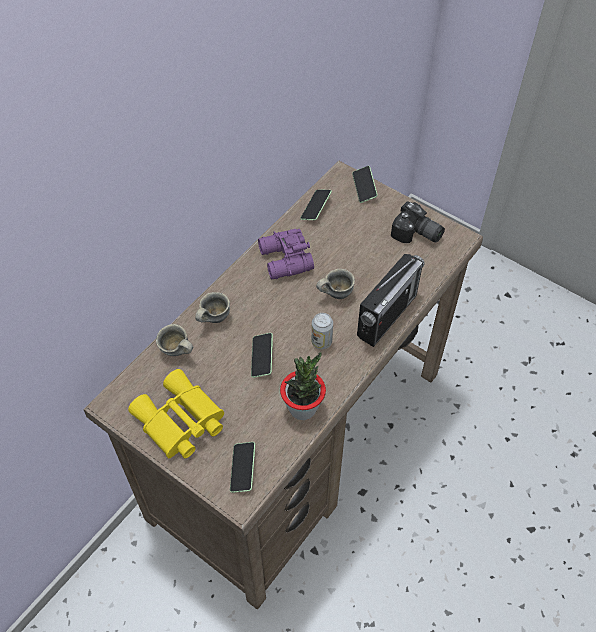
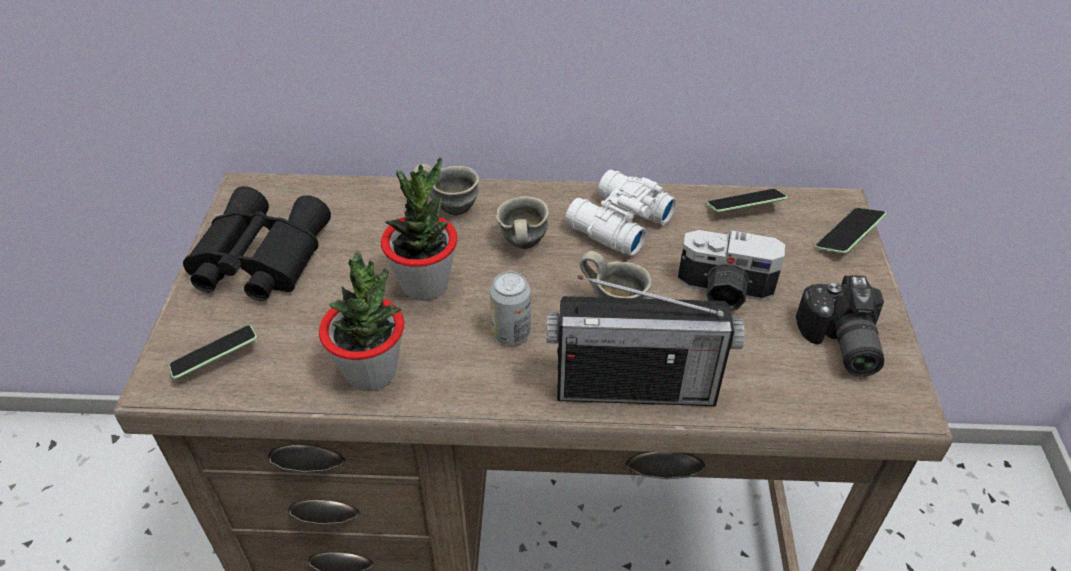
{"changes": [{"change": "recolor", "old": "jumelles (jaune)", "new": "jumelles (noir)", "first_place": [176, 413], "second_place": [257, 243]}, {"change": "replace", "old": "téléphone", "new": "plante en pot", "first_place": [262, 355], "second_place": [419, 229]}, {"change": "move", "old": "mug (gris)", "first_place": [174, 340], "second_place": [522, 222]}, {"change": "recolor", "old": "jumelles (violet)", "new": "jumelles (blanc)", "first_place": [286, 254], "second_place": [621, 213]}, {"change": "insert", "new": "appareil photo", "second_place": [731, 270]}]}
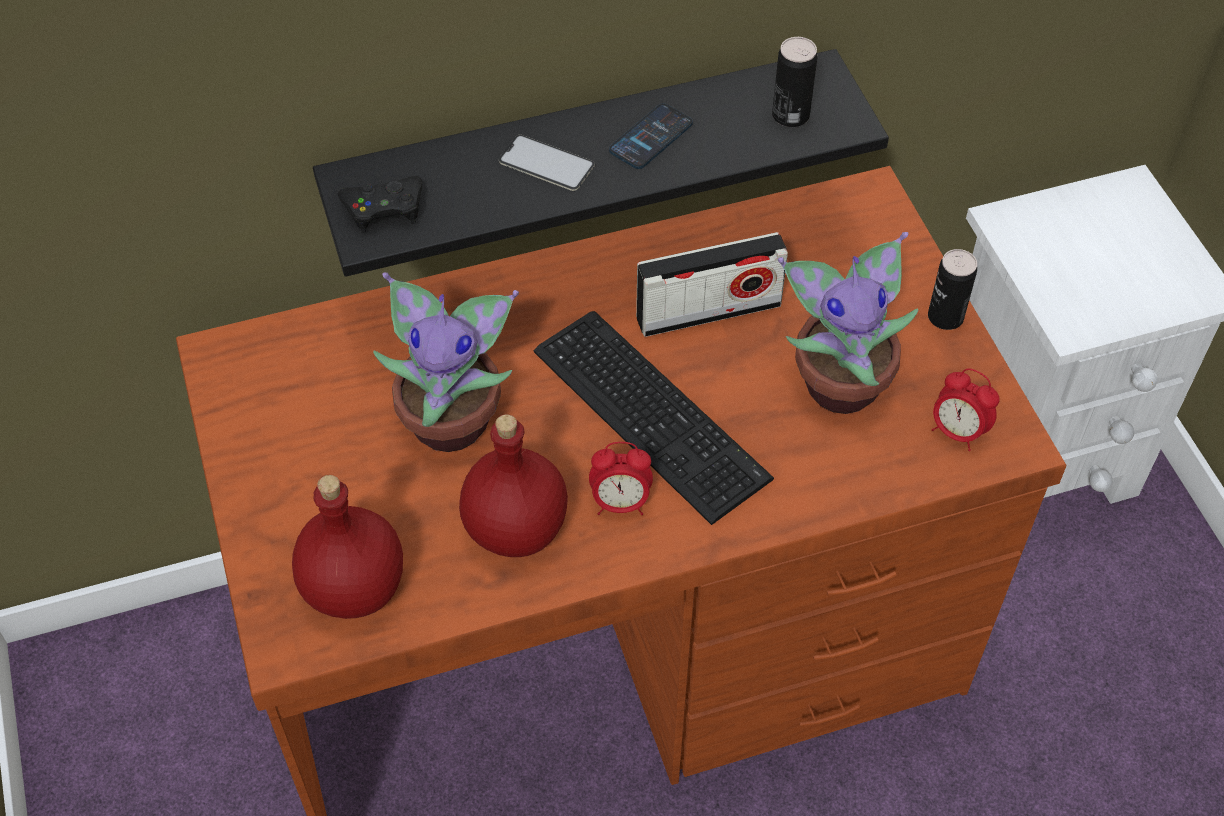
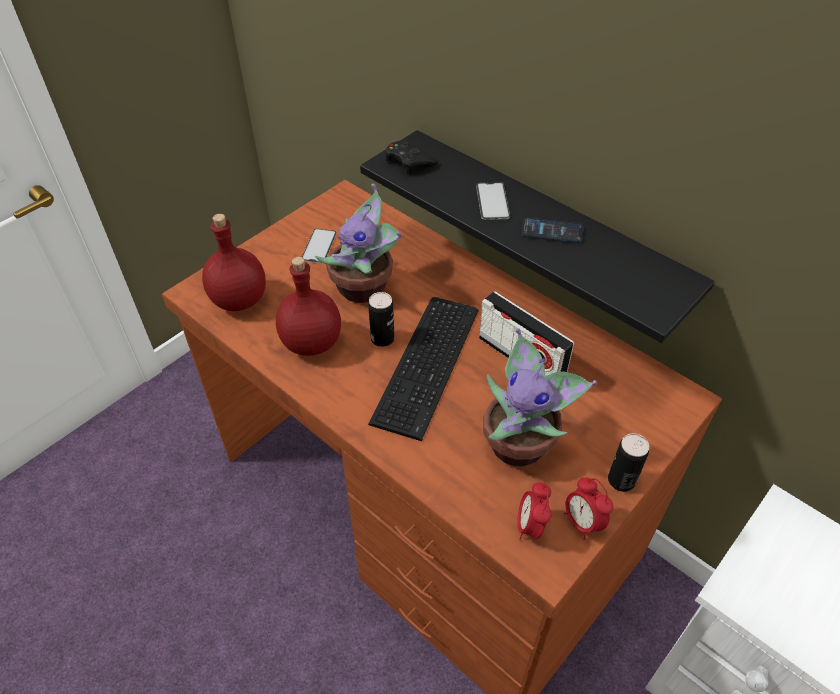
{"changes": [{"change": "insert", "new": "téléphone", "second_place": [319, 246]}, {"change": "move", "old": "boîte métallique", "first_place": [795, 82], "second_place": [381, 319]}, {"change": "move", "old": "réveil", "first_place": [621, 478], "second_place": [588, 509]}]}
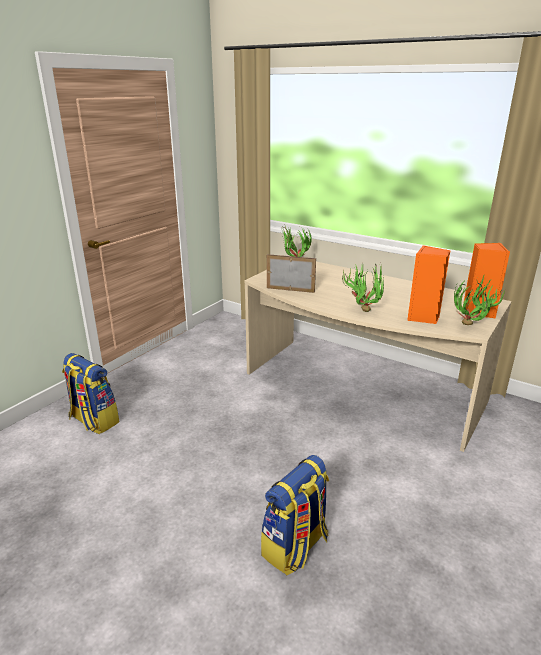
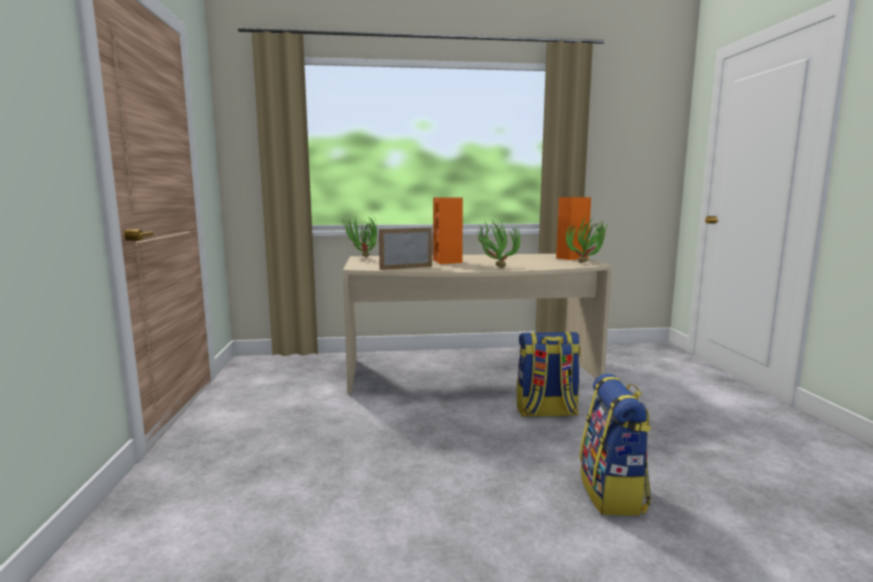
{"changes": [{"change": "move", "old": "enceinte (orange)", "first_place": [428, 284], "second_place": [448, 230]}, {"change": "move", "old": "sac à dos", "first_place": [90, 393], "second_place": [549, 374]}]}
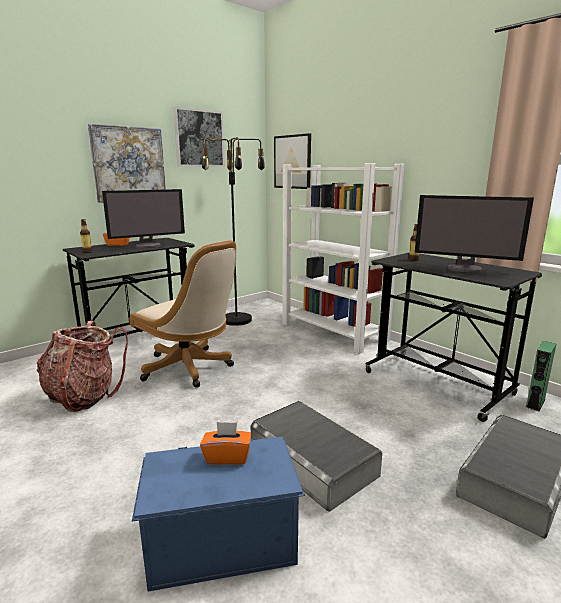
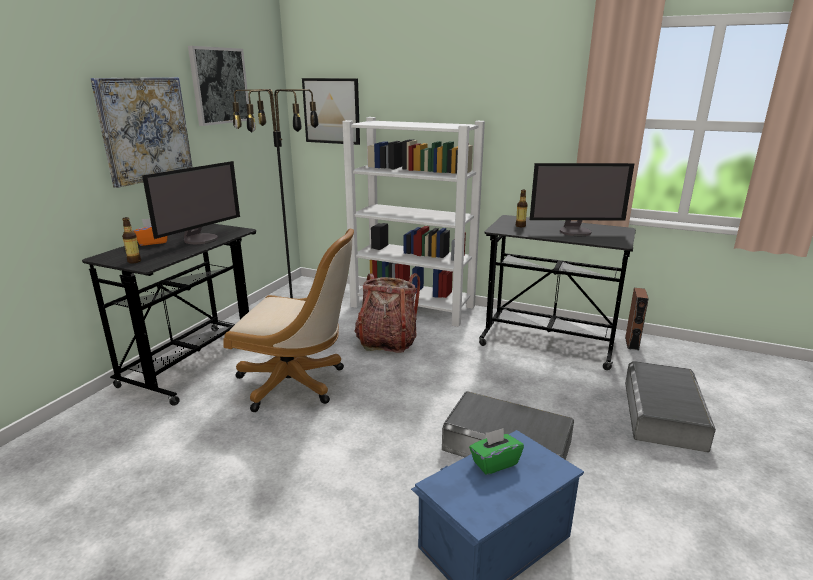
{"changes": [{"change": "move", "old": "sac à dos", "first_place": [82, 366], "second_place": [387, 313]}, {"change": "recolor", "old": "boîte à mouchoirs (orange)", "new": "boîte à mouchoirs (vert)", "first_place": [225, 443], "second_place": [496, 451]}, {"change": "recolor", "old": "enceinte (vert)", "new": "enceinte (marron)", "first_place": [541, 376], "second_place": [637, 319]}]}
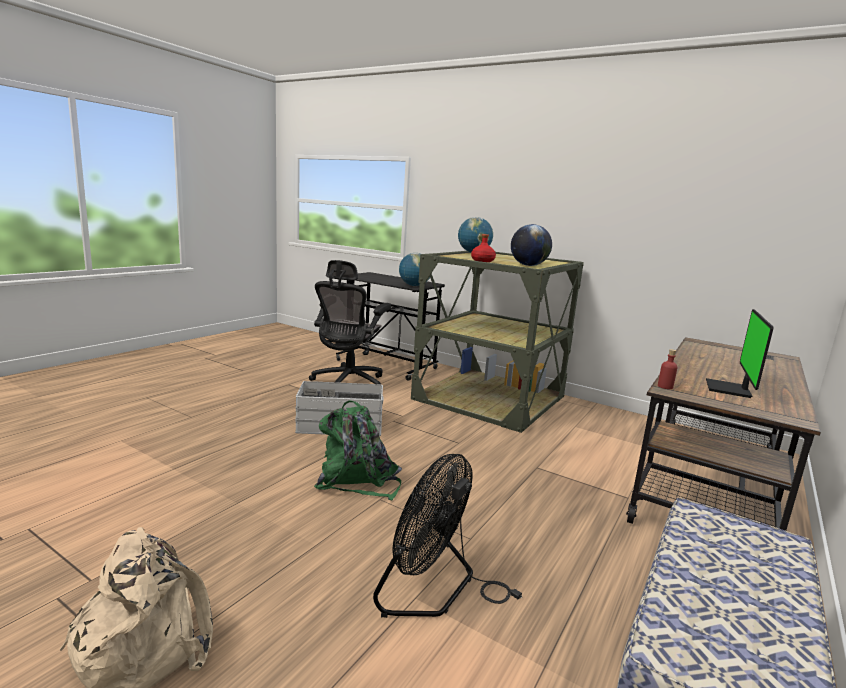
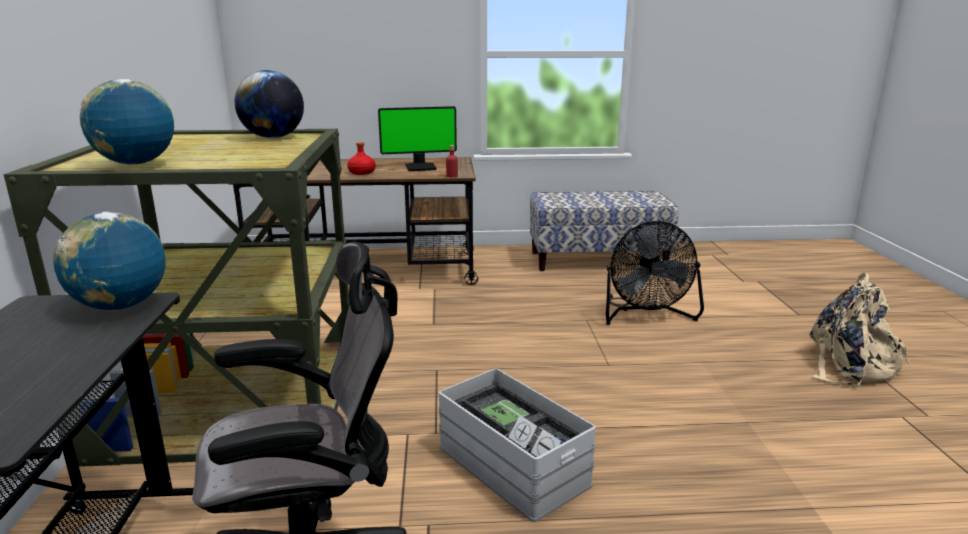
{"changes": [{"change": "move", "old": "bouteille (rouge)", "first_place": [483, 248], "second_place": [361, 158]}, {"change": "delete", "old": "sac à dos (vert)", "first_place": [358, 450]}]}
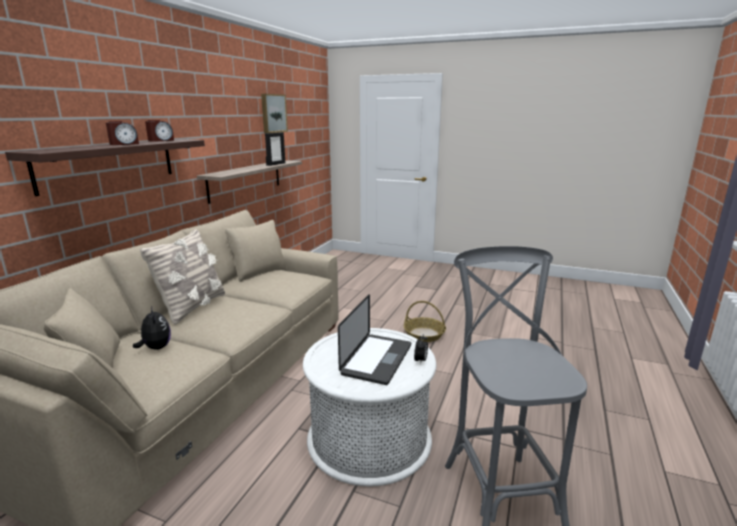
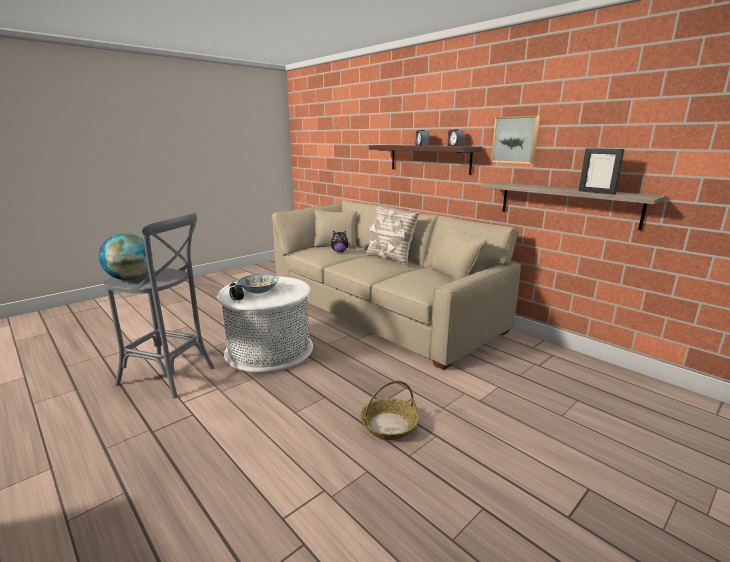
{"changes": [{"change": "insert", "new": "globe", "second_place": [123, 256]}, {"change": "replace", "old": "ordinateur portable", "new": "bol", "first_place": [374, 339], "second_place": [258, 284]}, {"change": "move", "old": "tableau", "first_place": [274, 113], "second_place": [515, 139]}]}
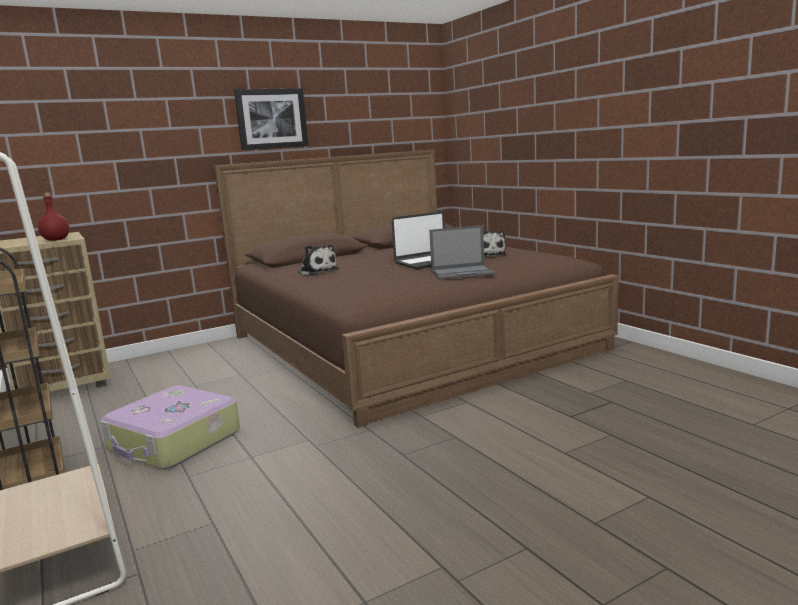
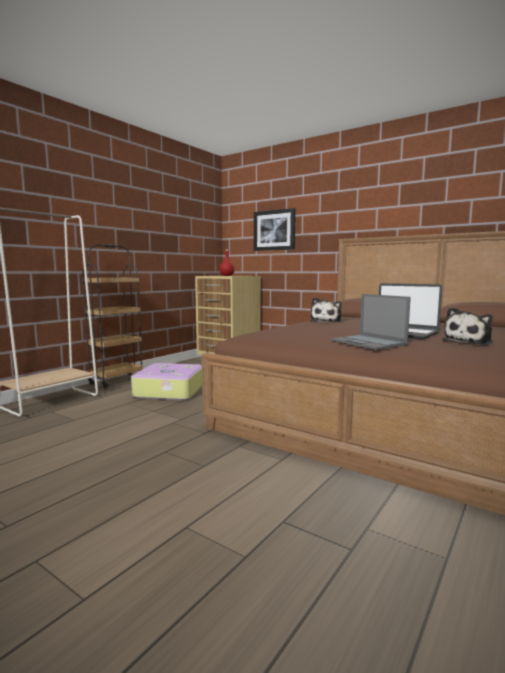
{"changes": [{"change": "move", "old": "tableau", "first_place": [271, 119], "second_place": [274, 229]}]}
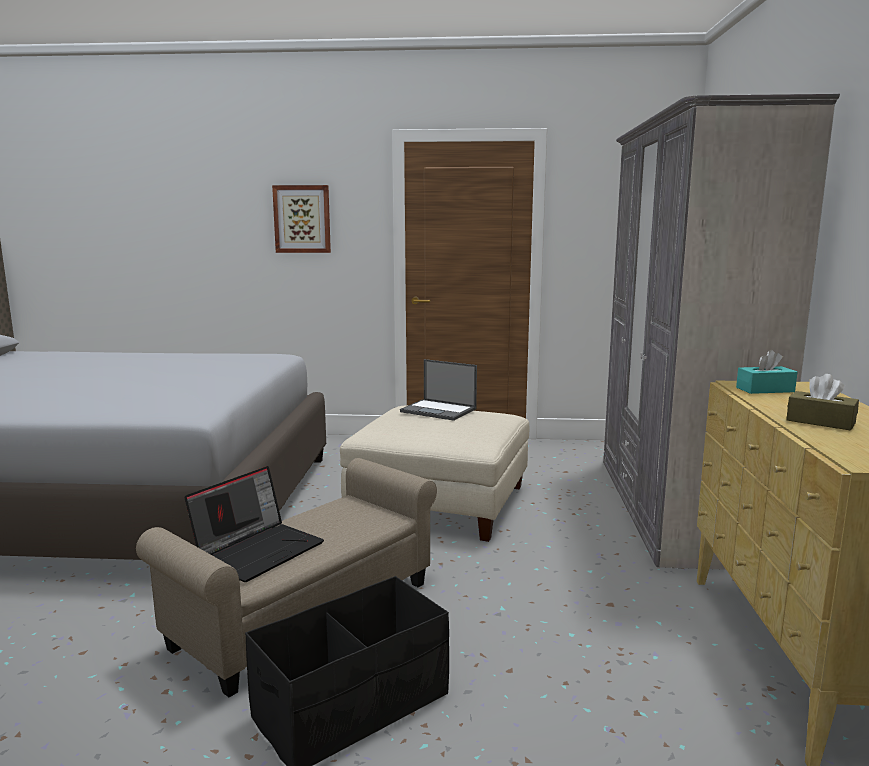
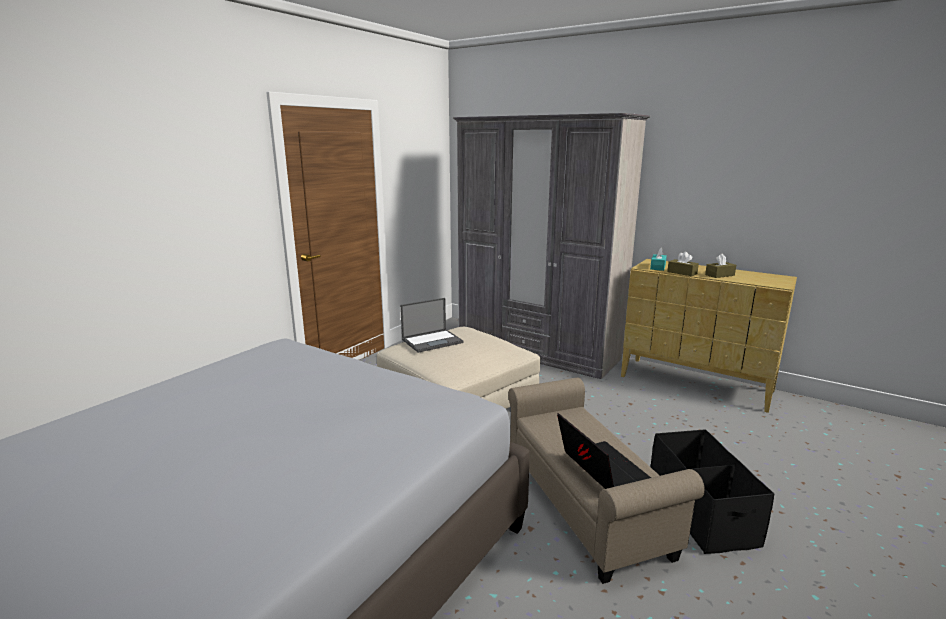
{"changes": [{"change": "insert", "new": "boîte à mouchoirs (marron)", "second_place": [683, 264]}, {"change": "delete", "old": "tableau", "first_place": [301, 219]}]}
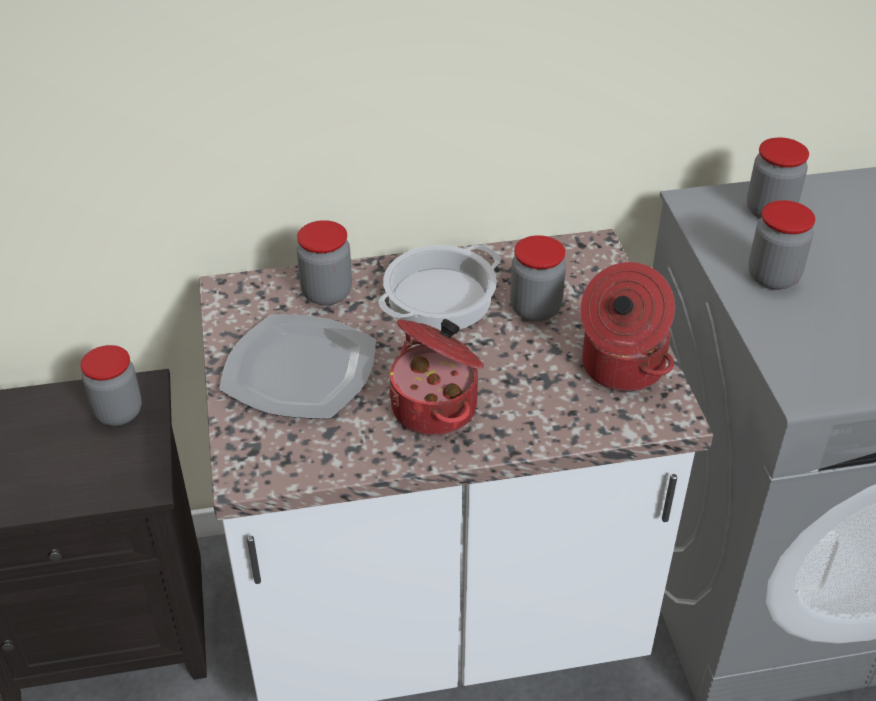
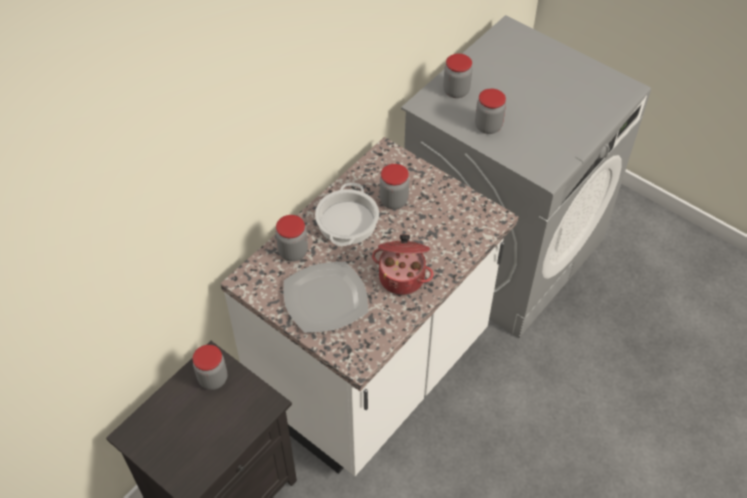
{"changes": [{"change": "delete", "old": "marmite", "first_place": [627, 327]}]}
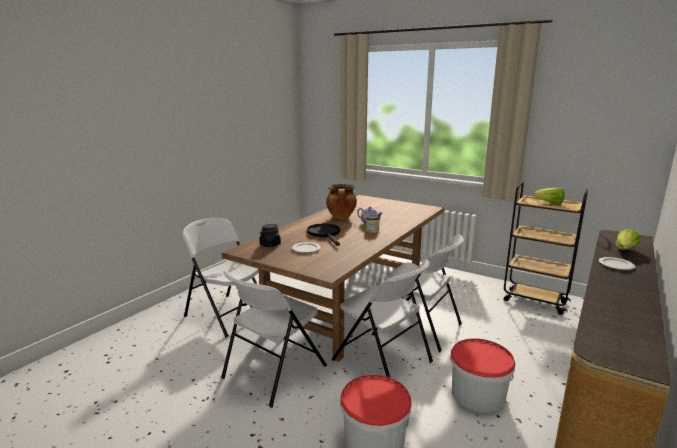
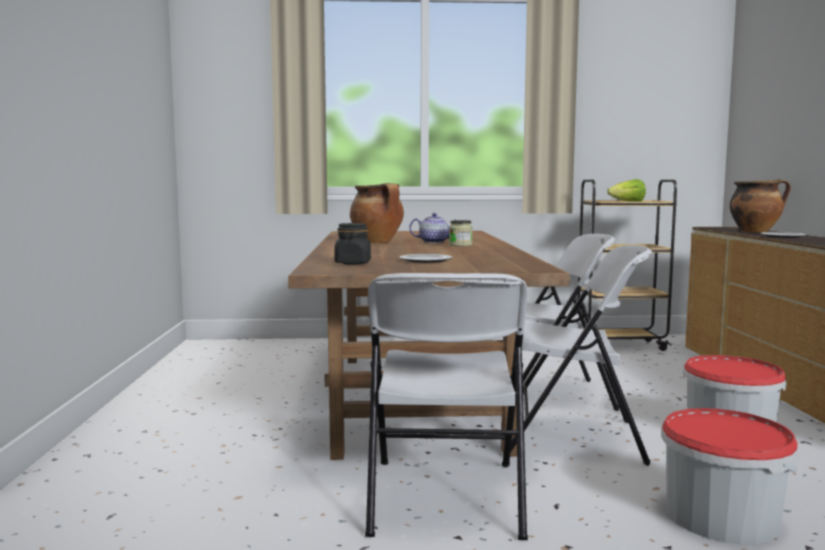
{"changes": [{"change": "replace", "old": "laitue", "new": "marmite", "first_place": [628, 239], "second_place": [760, 205]}, {"change": "delete", "old": "chaise (blanc)", "first_place": [220, 277]}, {"change": "delete", "old": "poêle (noir)", "first_place": [323, 234]}]}
